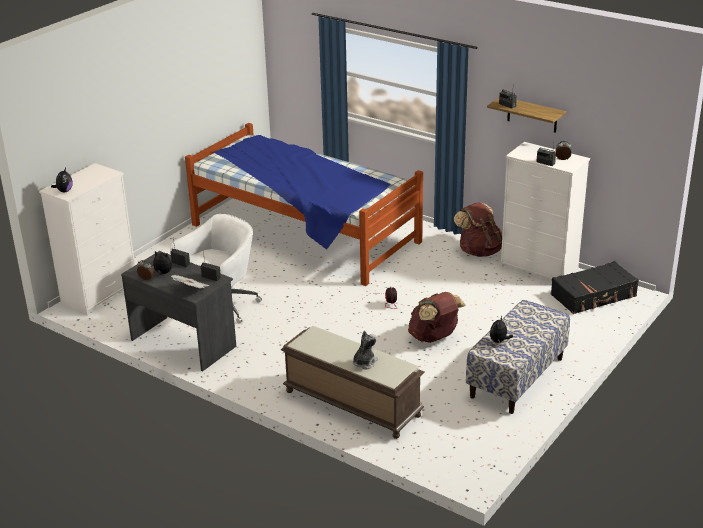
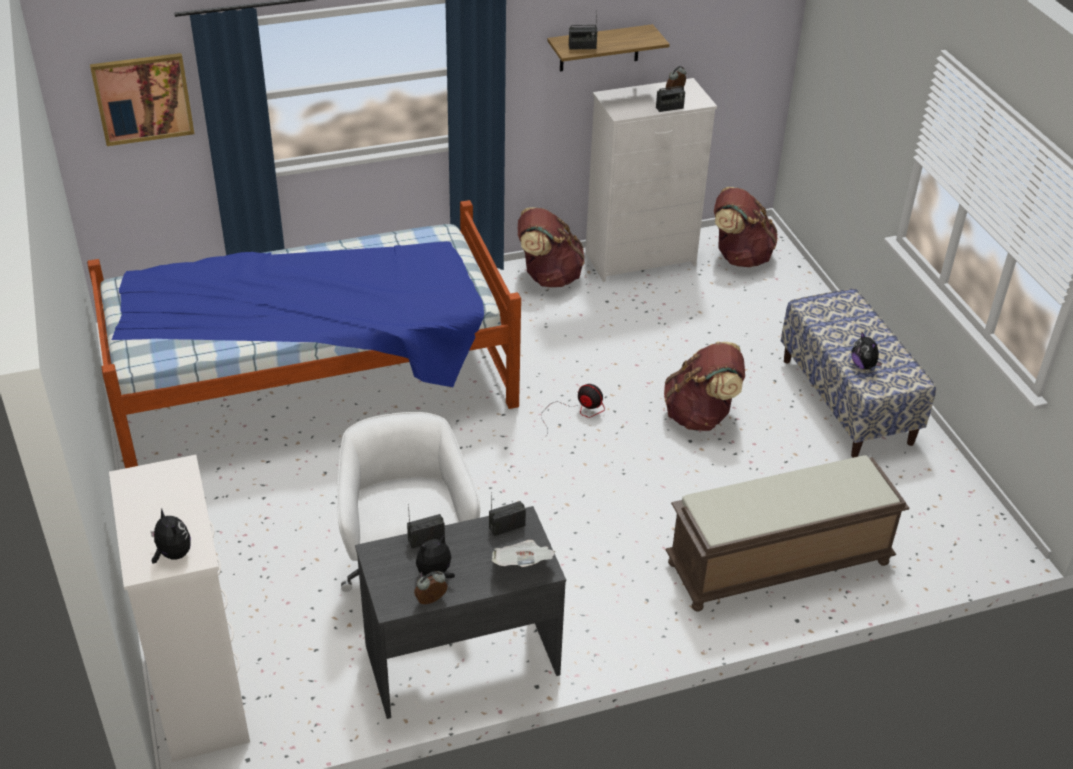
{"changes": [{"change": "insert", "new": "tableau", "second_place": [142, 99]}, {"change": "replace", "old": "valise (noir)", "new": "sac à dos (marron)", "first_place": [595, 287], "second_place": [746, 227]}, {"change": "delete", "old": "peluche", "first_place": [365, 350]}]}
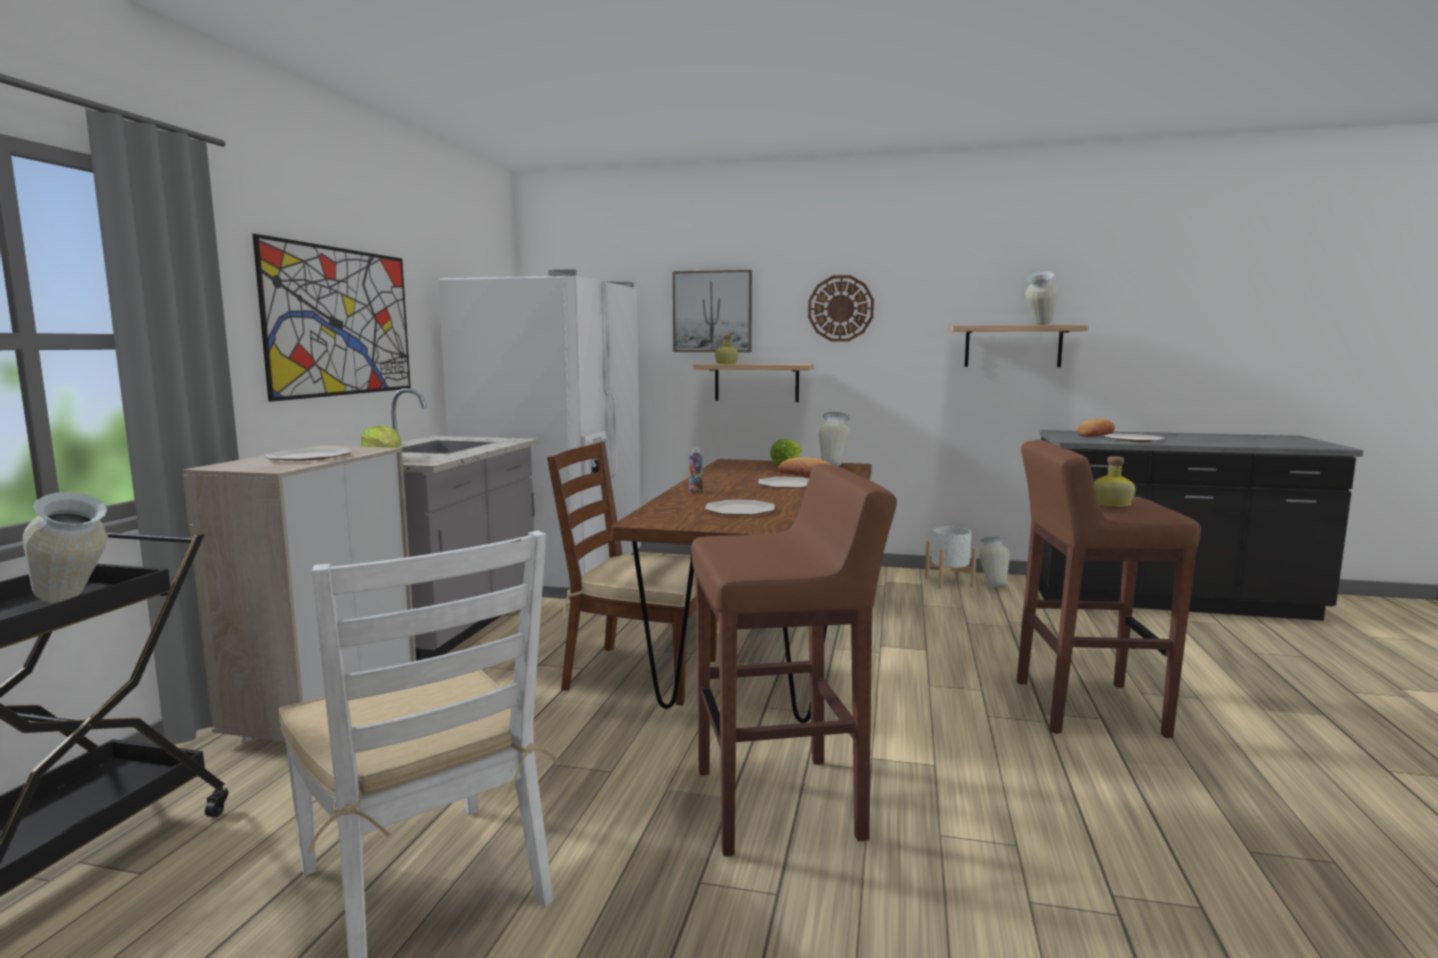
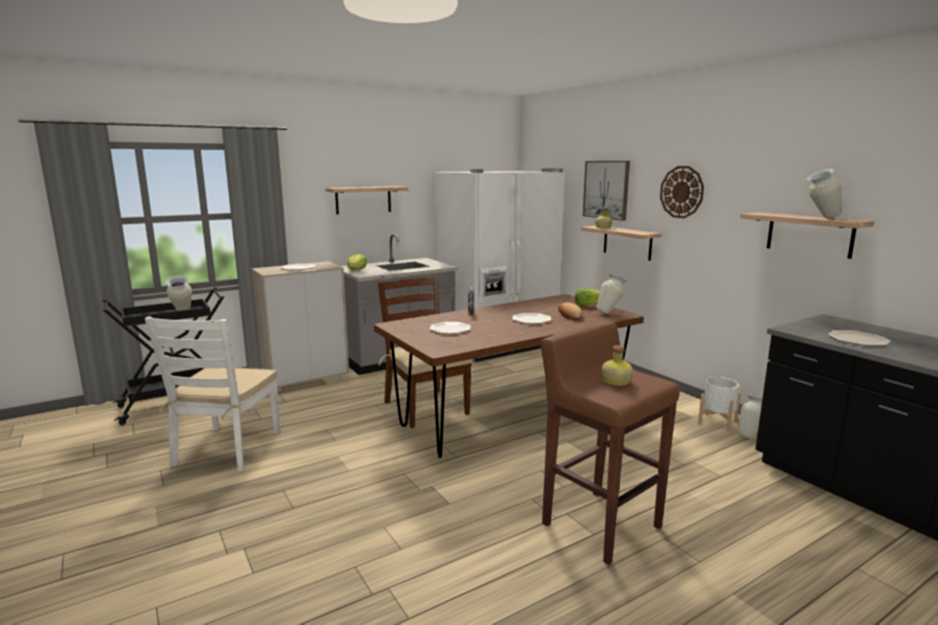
{"changes": [{"change": "replace", "old": "tableau", "new": "étagère", "first_place": [332, 318], "second_place": [366, 200]}, {"change": "delete", "old": "tabouret (marron)", "first_place": [794, 660]}, {"change": "delete", "old": "pain", "first_place": [1096, 428]}]}
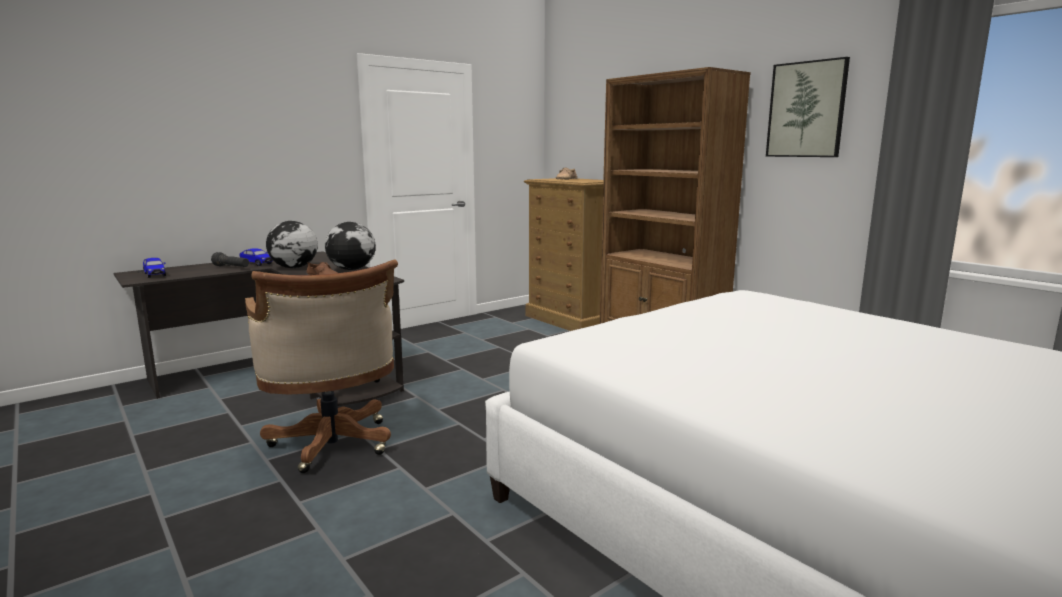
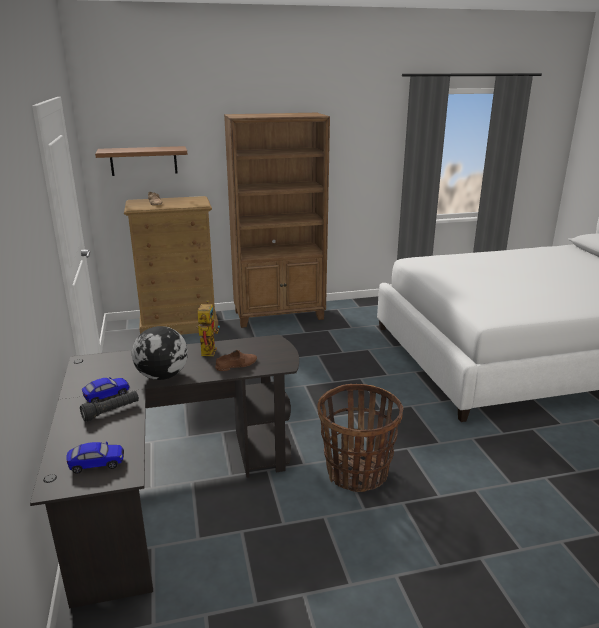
{"changes": [{"change": "insert", "new": "étagère", "second_place": [141, 161]}, {"change": "replace", "old": "globe", "new": "robot jouet", "first_place": [350, 246], "second_place": [208, 328]}, {"change": "replace", "old": "chaise de bureau", "new": "panier", "first_place": [321, 366], "second_place": [360, 438]}, {"change": "delete", "old": "tableau", "first_place": [808, 107]}]}
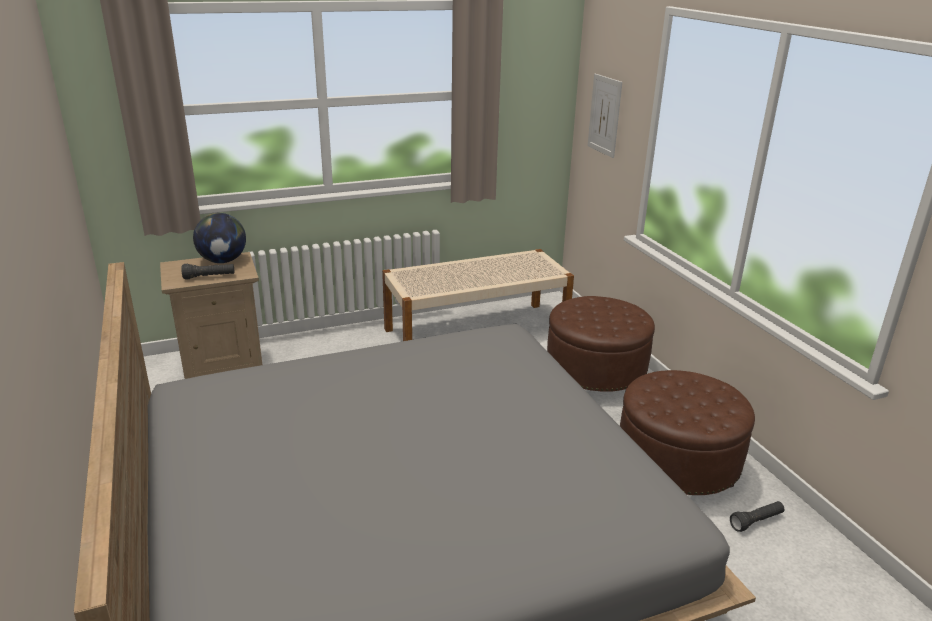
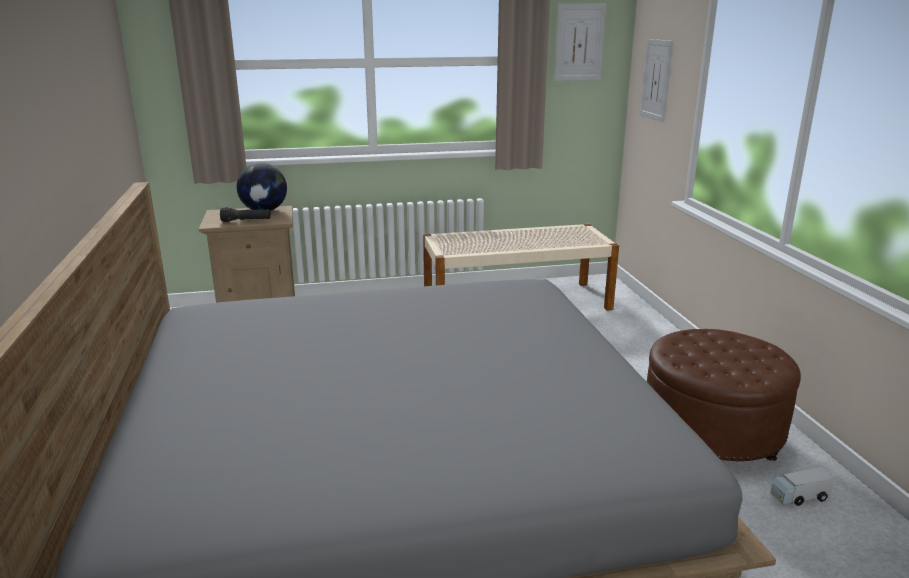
{"changes": [{"change": "insert", "new": "tableau", "second_place": [580, 42]}, {"change": "replace", "old": "lampe de poche (noir)", "new": "camion jouet", "first_place": [757, 516], "second_place": [802, 486]}, {"change": "delete", "old": "pouf (marron)", "first_place": [601, 344]}]}
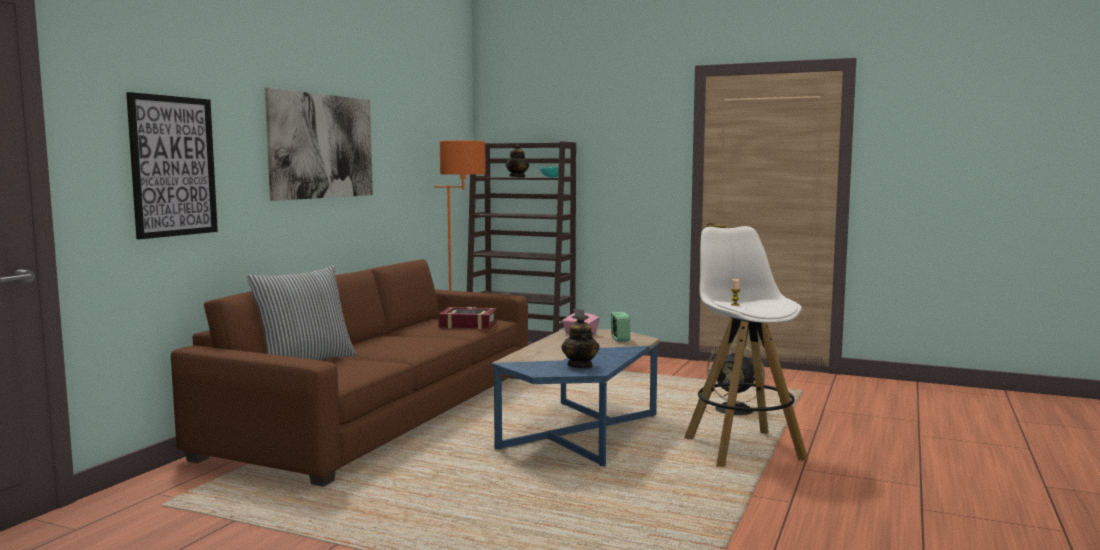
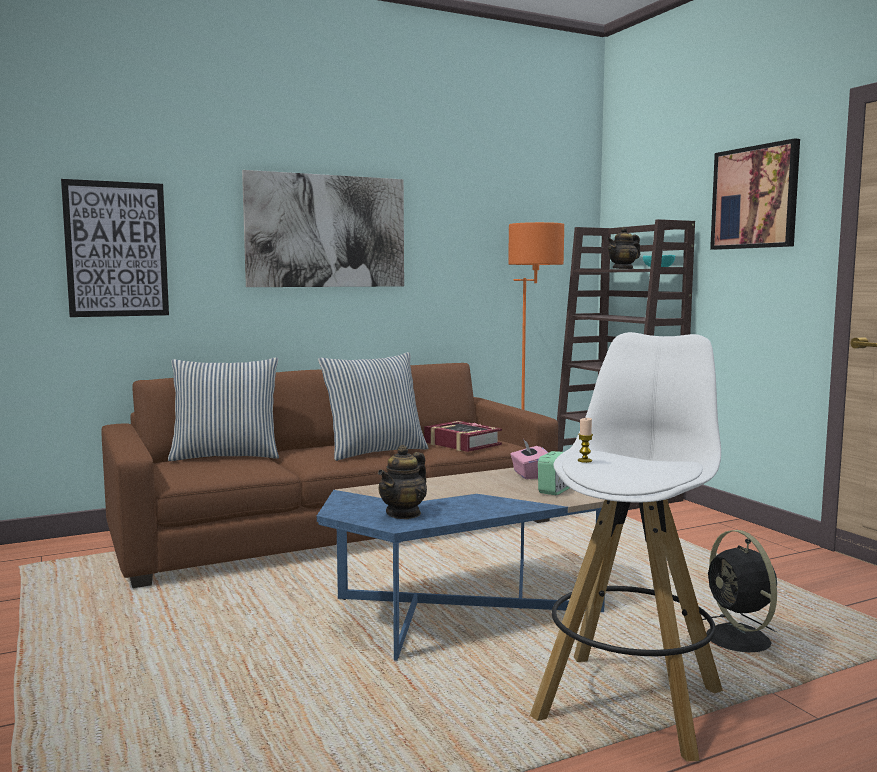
{"changes": [{"change": "insert", "new": "coussin", "second_place": [373, 406]}, {"change": "insert", "new": "tableau", "second_place": [755, 194]}]}
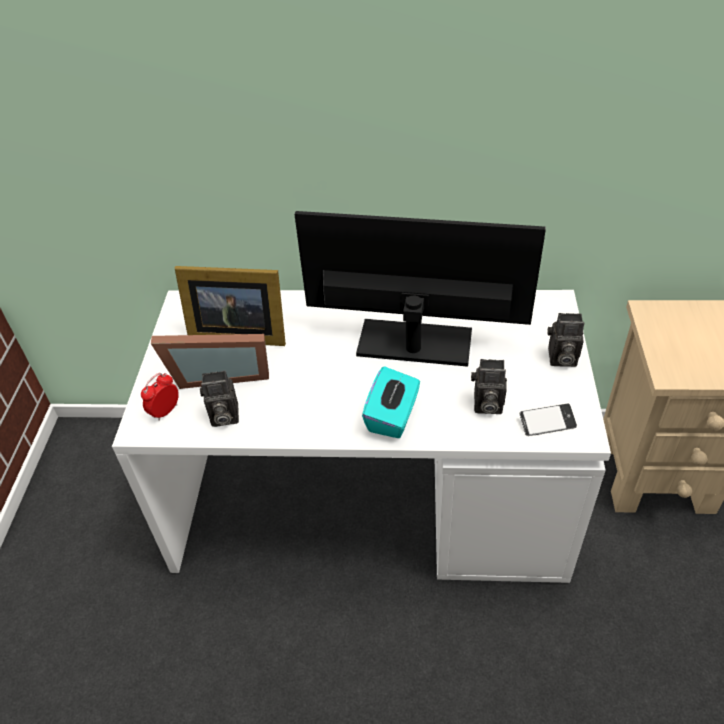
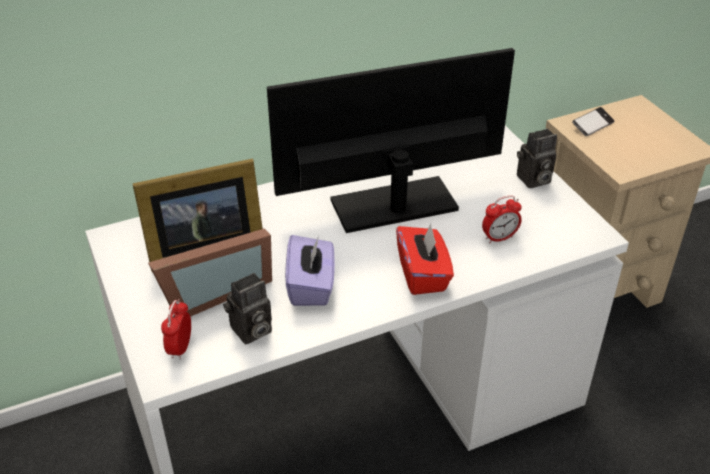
{"changes": [{"change": "insert", "new": "boîte à mouchoirs (violet)", "second_place": [310, 270]}, {"change": "recolor", "old": "boîte à mouchoirs (turquoise)", "new": "boîte à mouchoirs (rouge)", "first_place": [391, 402], "second_place": [425, 259]}, {"change": "replace", "old": "appareil photo", "new": "réveil", "first_place": [489, 386], "second_place": [502, 219]}, {"change": "move", "old": "téléphone", "first_place": [548, 419], "second_place": [593, 121]}]}
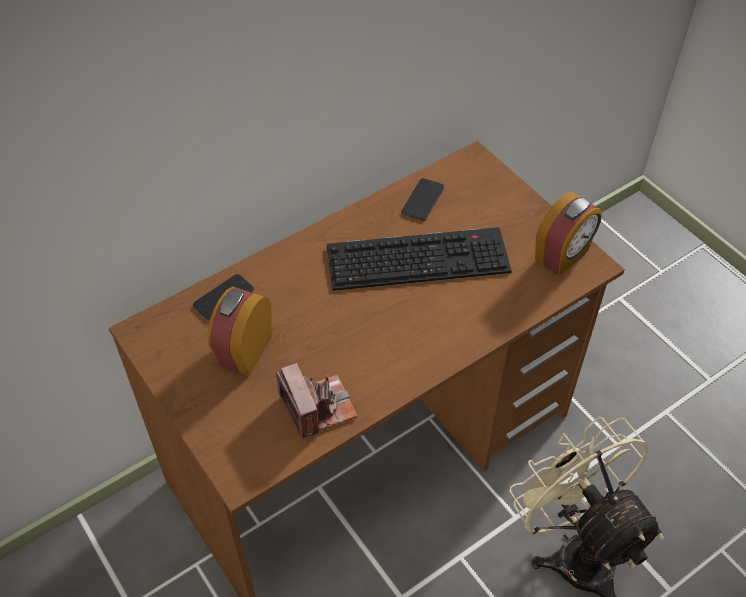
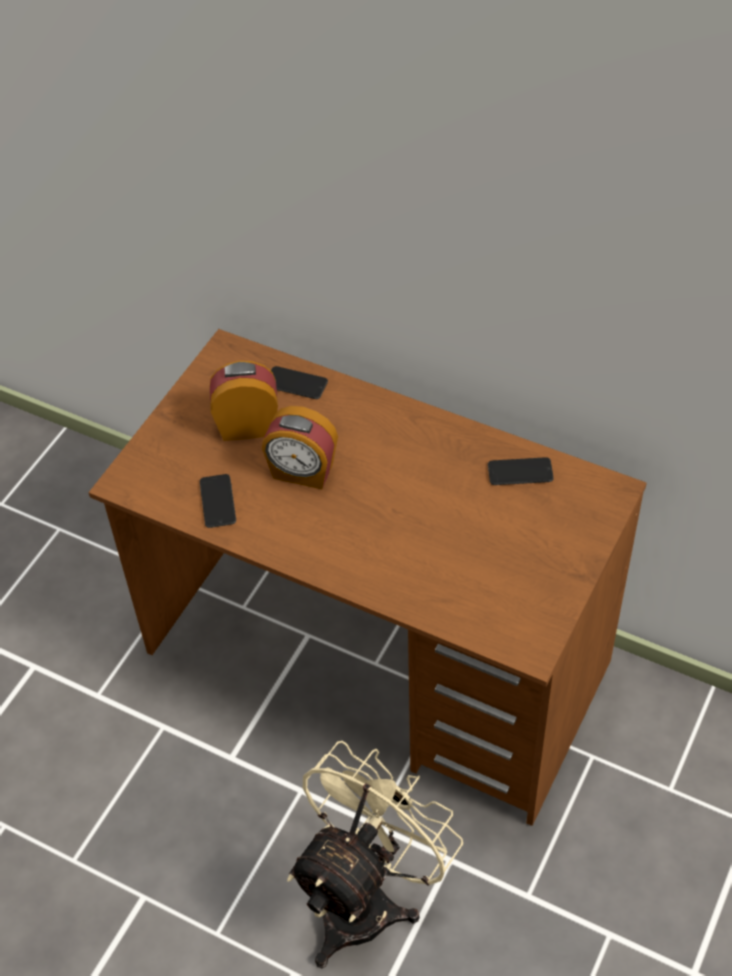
{"changes": [{"change": "replace", "old": "appareil photo", "new": "téléphone", "first_place": [316, 401], "second_place": [218, 501]}, {"change": "move", "old": "réveil", "first_place": [568, 234], "second_place": [300, 447]}, {"change": "delete", "old": "clavier", "first_place": [419, 259]}]}
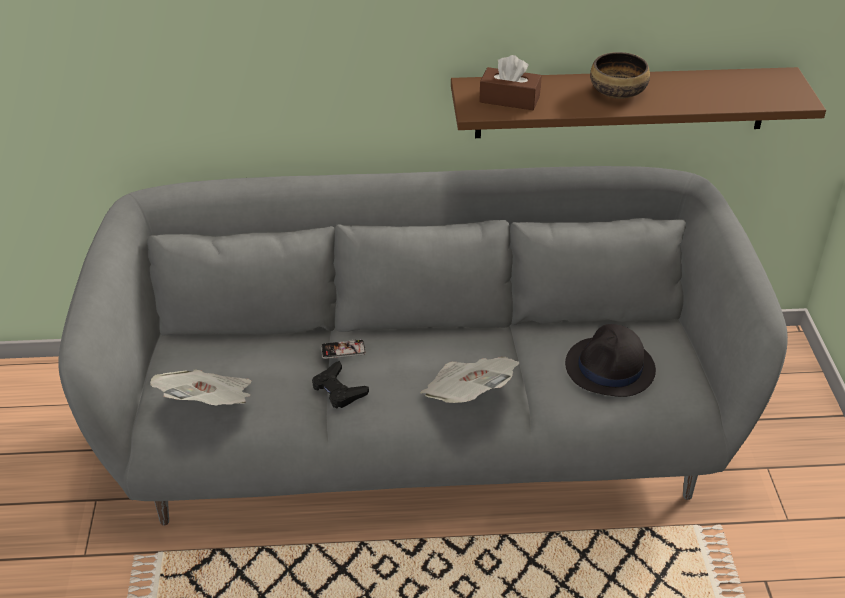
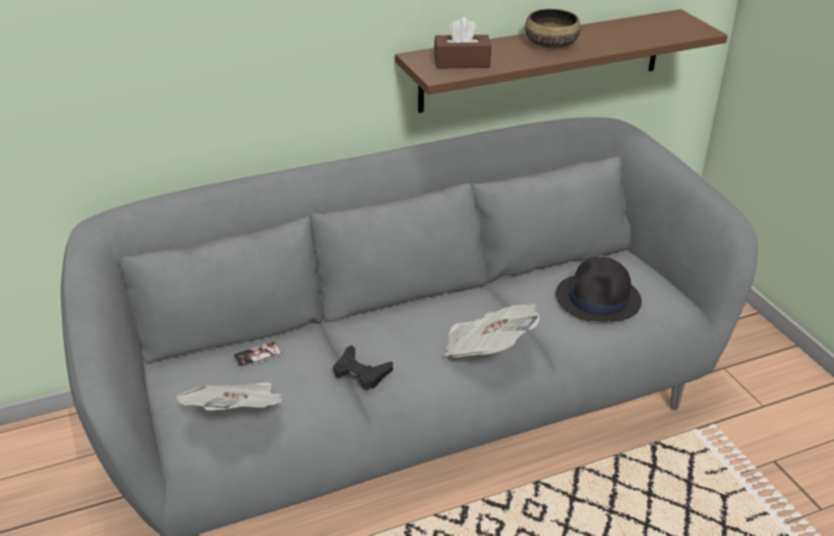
{"changes": [{"change": "move", "old": "téléphone", "first_place": [343, 349], "second_place": [258, 354]}]}
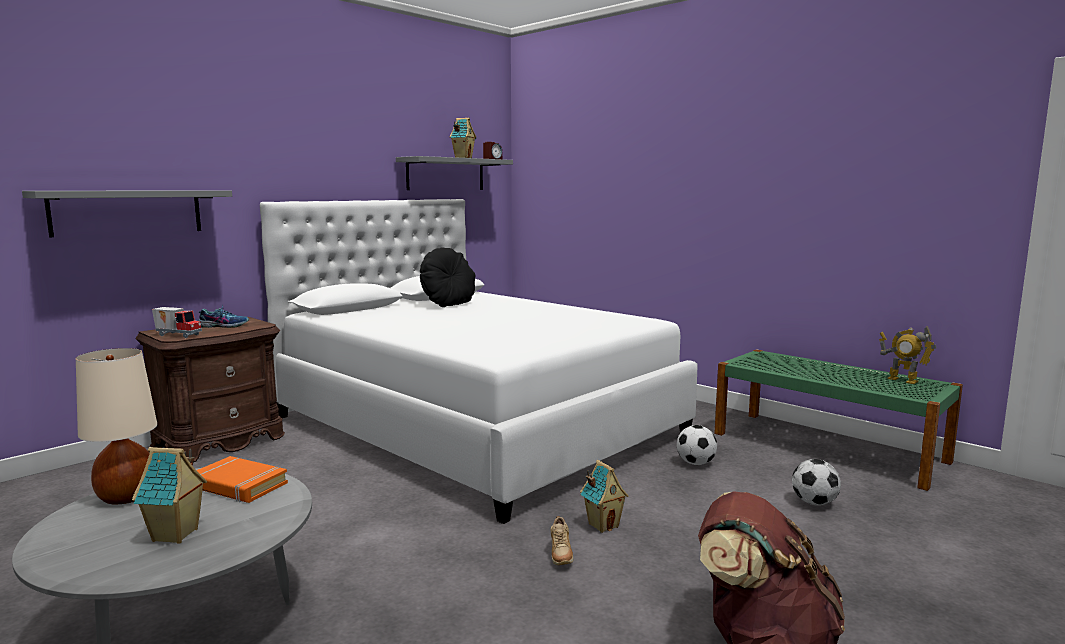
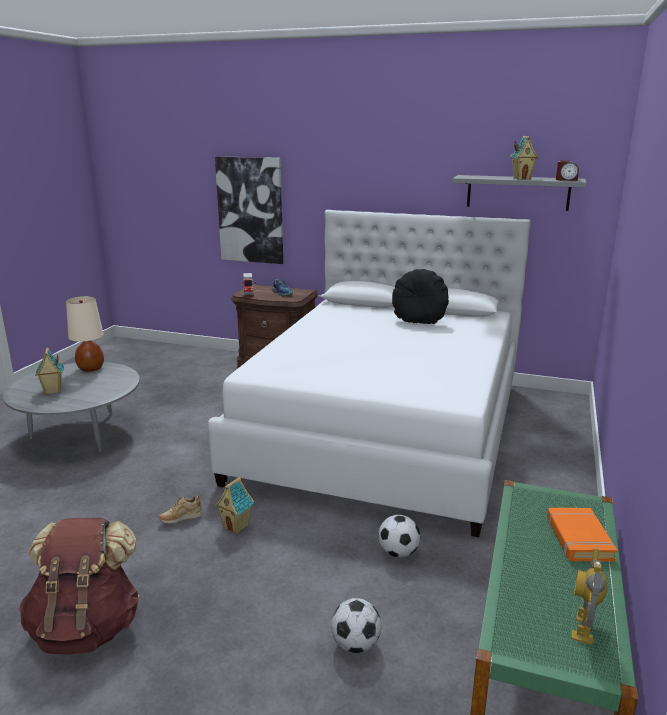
{"changes": [{"change": "replace", "old": "étagère (gris)", "new": "tableau", "first_place": [127, 213], "second_place": [249, 210]}, {"change": "move", "old": "livre (orange)", "first_place": [242, 479], "second_place": [582, 535]}]}
